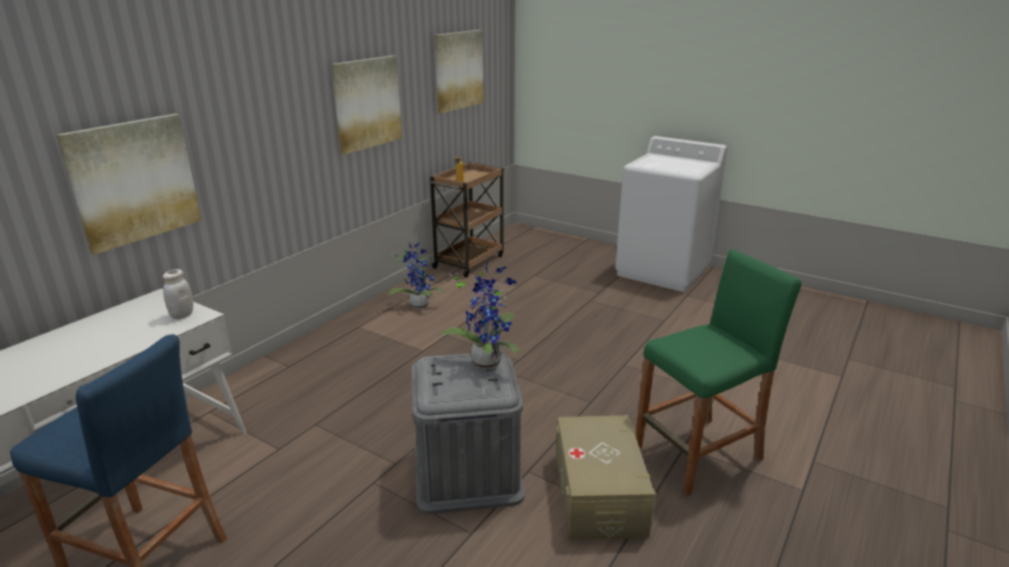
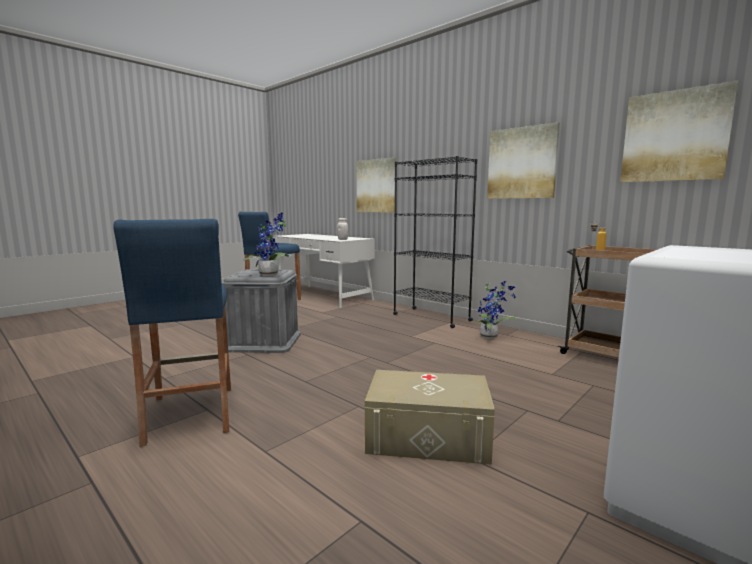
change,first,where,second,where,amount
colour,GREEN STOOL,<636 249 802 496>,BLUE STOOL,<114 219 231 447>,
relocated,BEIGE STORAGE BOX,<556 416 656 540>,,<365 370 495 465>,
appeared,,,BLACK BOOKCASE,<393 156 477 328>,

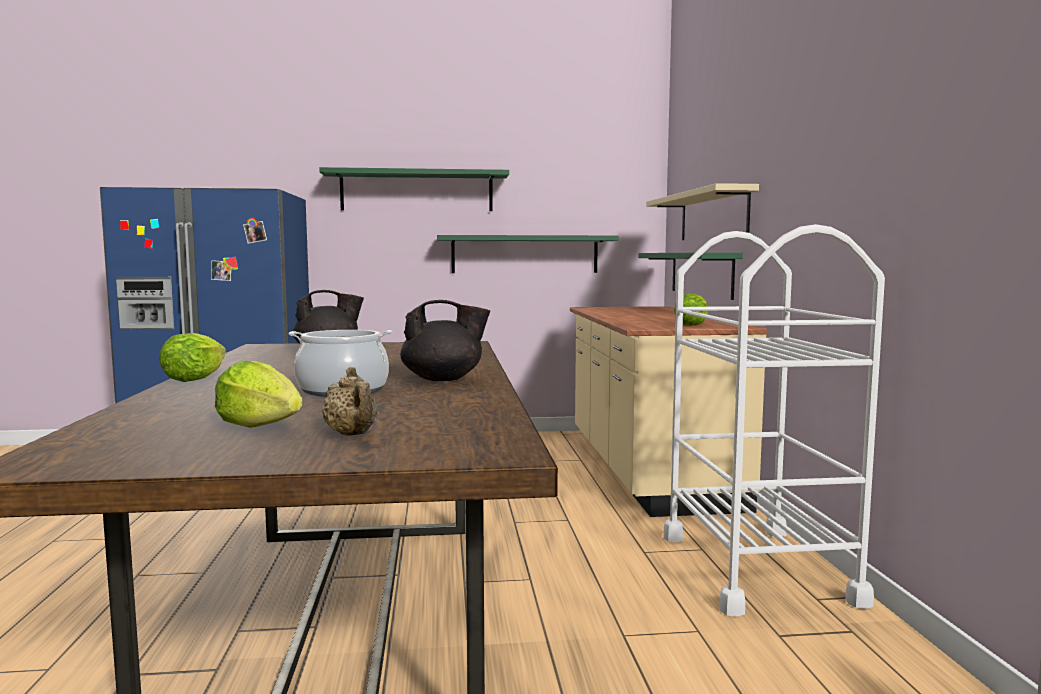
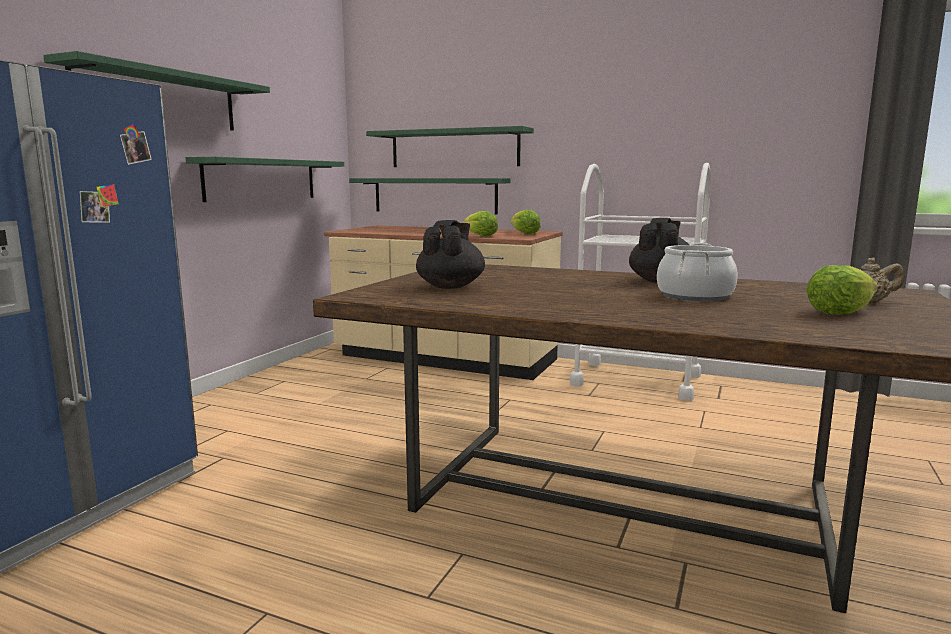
change,first,where,second,where,amount
colour,BEIGE SHELF,<646 183 759 240>,GREEN SHELF,<366 126 534 167>,
relocated,LETTUCE,<159 333 226 382>,,<463 211 498 237>,

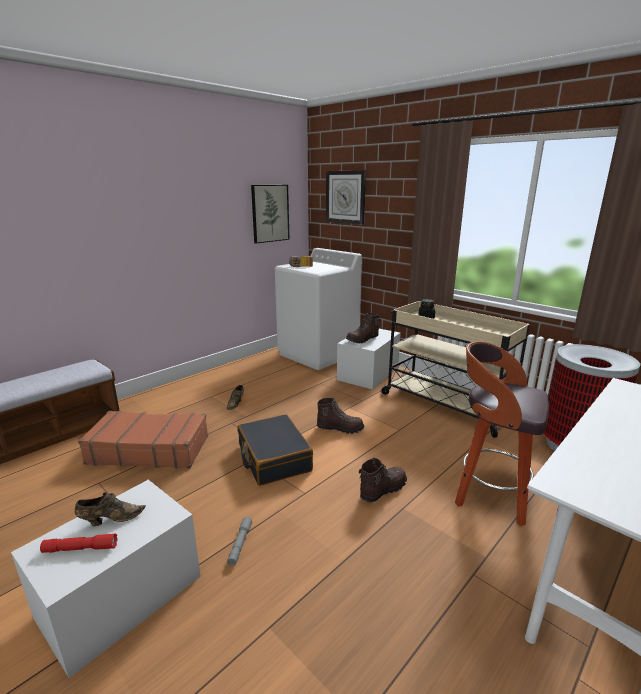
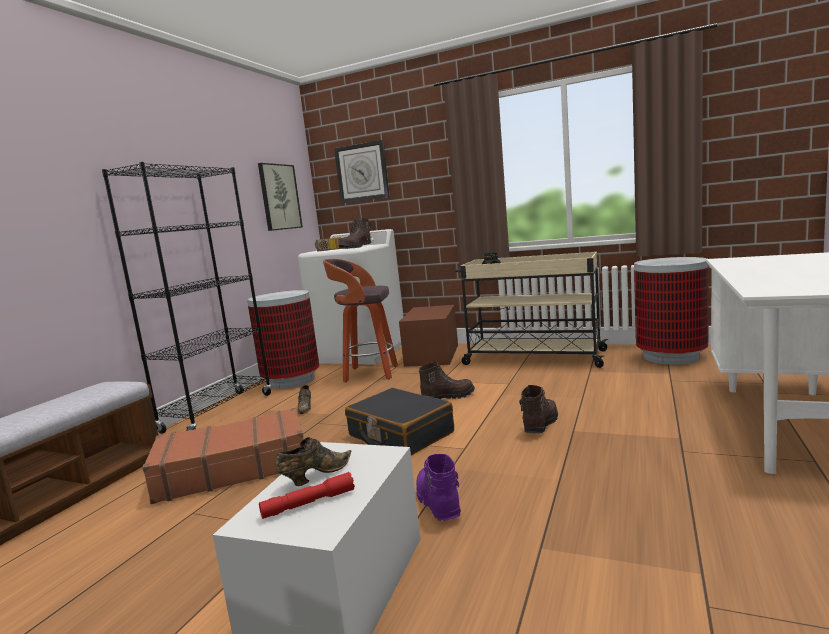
change,first,where,second,where,amount
relocated,BROWN BOOT,<346 313 381 344>,,<339 218 371 249>,
colour,WHITE STORAGE BOX,<337 329 401 390>,BROWN STORAGE BOX,<399 305 458 367>,
relocated,STOOL,<455 341 549 526>,,<323 259 398 382>,
exchanged,GREY FLASHLIGHT,<227 517 253 566>,PURPLE BOOT,<416 454 461 521>,
appeared,,,BLACK BOOKCASE,<102 162 271 434>,
appeared,,,TRASH CAN,<247 290 319 389>,

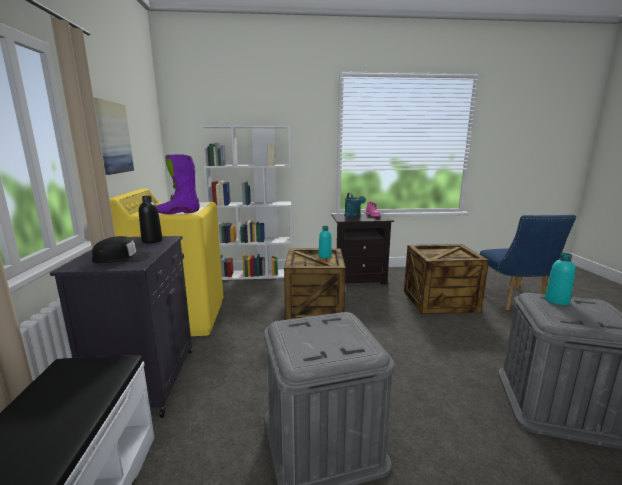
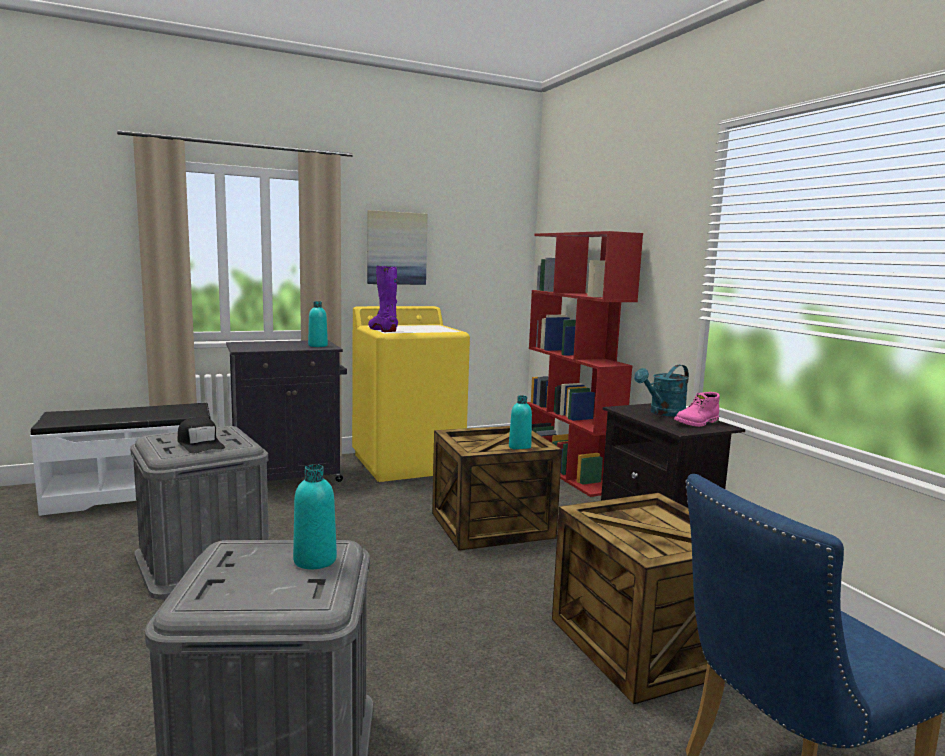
change,first,where,second,where,amount
colour,WHITE BOOKCASE,<200 125 292 280>,RED BOOKCASE,<527 231 643 497>,
colour,BLACK BOTTLE,<139 196 163 243>,TURQUOISE BOTTLE,<308 301 328 347>,
relocated,BLACK CAP,<92 236 151 263>,,<178 417 225 453>,

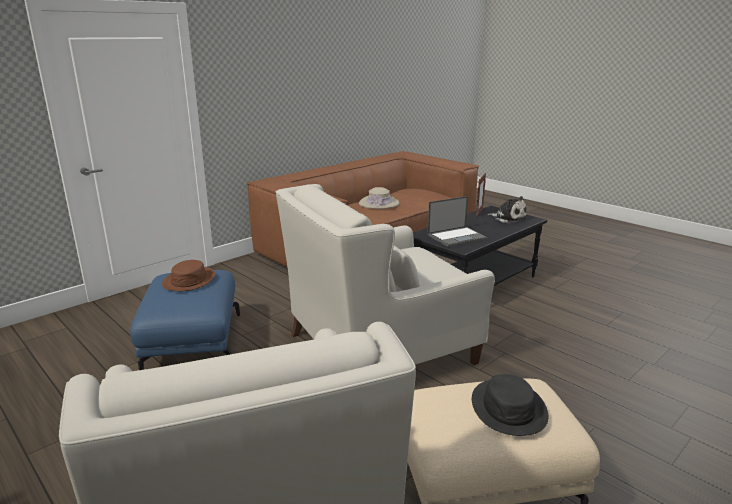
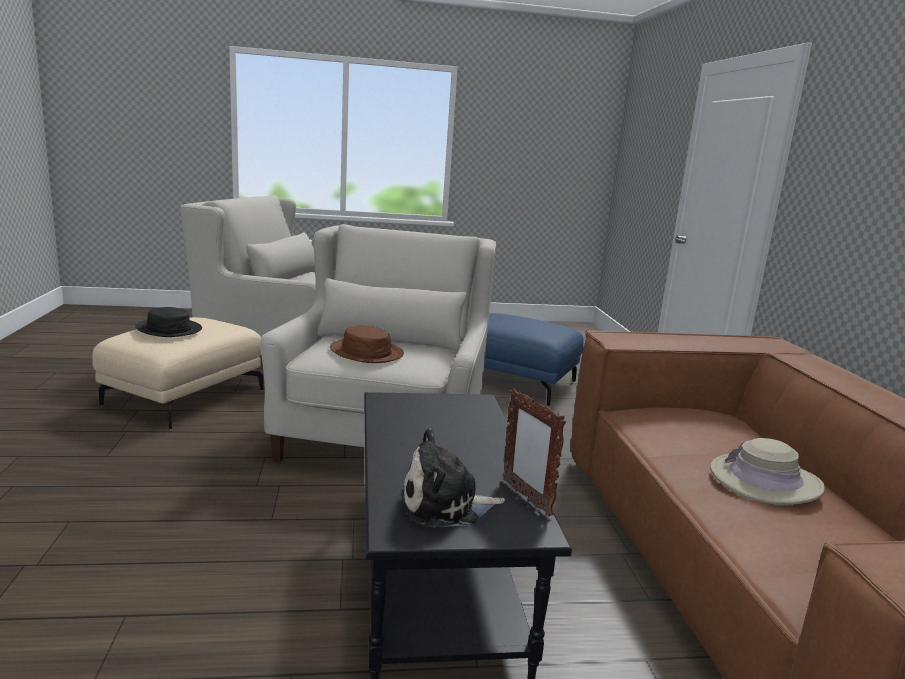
change,first,where,second,where,amount
missing,LAPTOP,<427 196 488 247>,,,
relocated,BROWN HAT,<162 260 215 291>,,<330 325 404 363>,

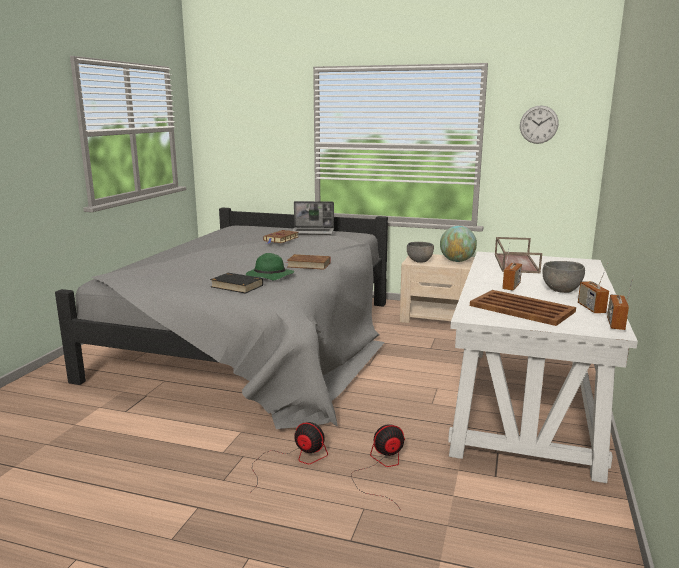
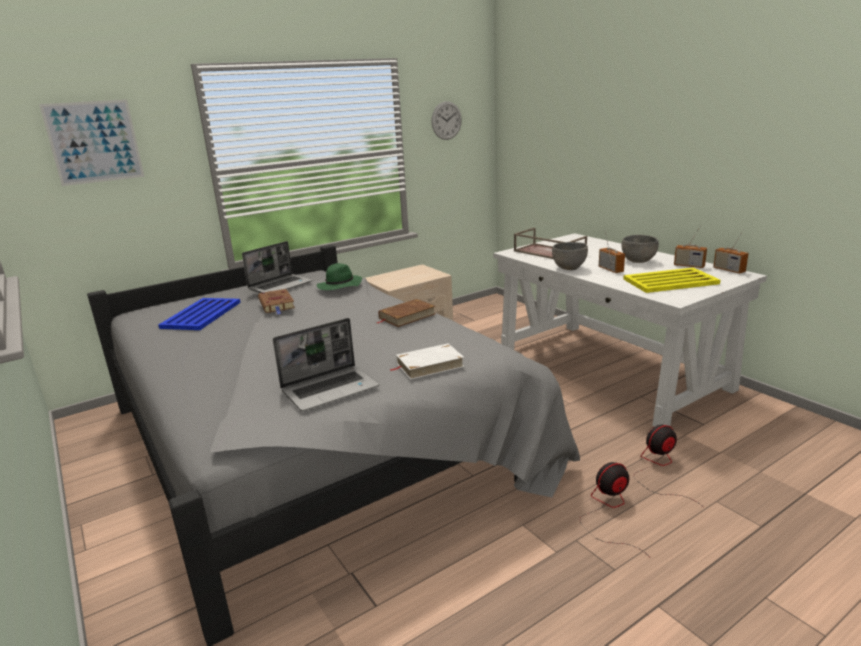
change,first,where,second,where,amount
missing,GLOBE,<440 226 477 262>,,,
relocated,GREY BOWL,<407 242 434 263>,,<552 242 588 270>,
relocated,GREEN HAT,<246 253 294 280>,,<317 263 362 290>,
colour,BLACK BOOK,<210 273 263 293>,WHITE BOOK,<389 343 465 380>,
colour,BROWN TRAY,<470 290 576 326>,YELLOW TRAY,<623 267 721 293>,
spun,FAN,<351 424 405 509>,,<634 425 704 507>,45 degrees clockwise
appeared,,,PICTURE,<39 100 144 186>,
appeared,,,BLUE TRAY,<159 298 241 330>,
appeared,,,LAPTOP,<273 318 379 411>,

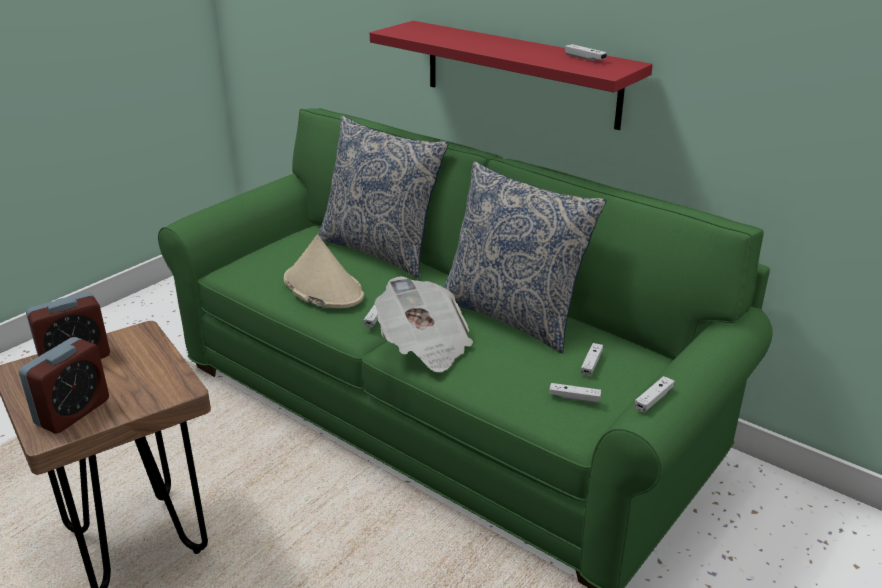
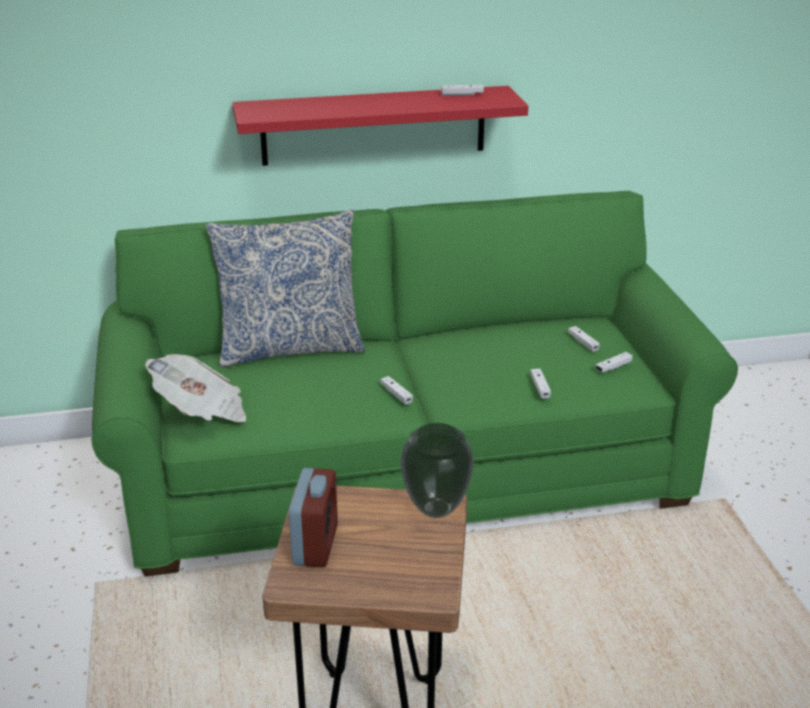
change,first,where,second,where,amount
missing,PILLOW,<444 162 606 353>,,,
missing,BEIGE HAT,<284 235 364 308>,,,
relocated,NEWSPAPER,<375 276 473 373>,,<145 354 247 422>,
missing,ALARM CLOCK,<19 337 109 434>,,,
relocated,WHITE GAME CONTROLLER,<634 376 675 413>,,<530 369 551 399>,
appeared,,,VASE,<400 423 474 518>,

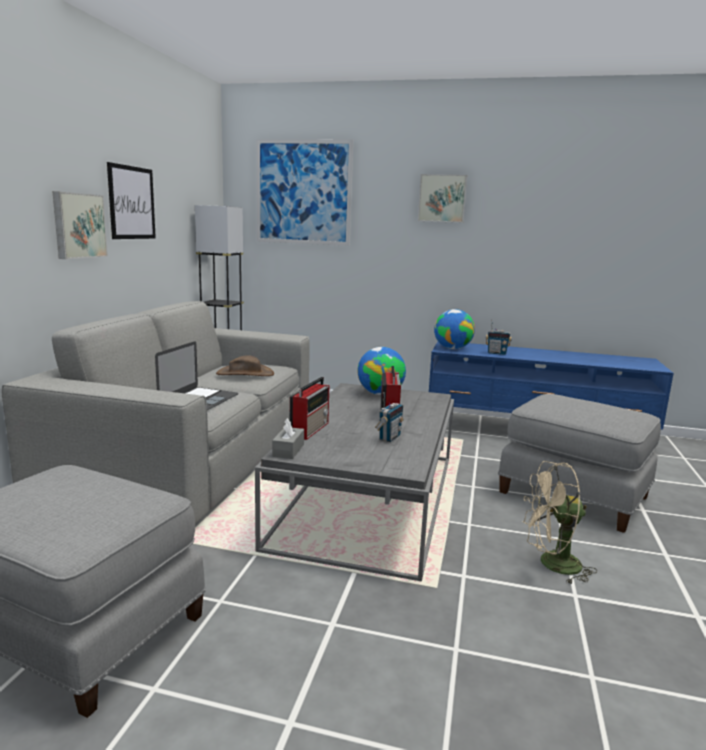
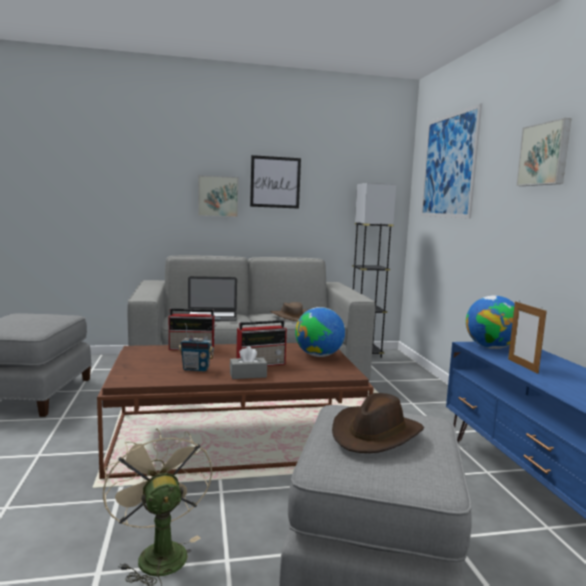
change,first,where,second,where,amount
exchanged,RADIO,<486 319 512 355>,PICTURE FRAME,<508 301 547 374>,
colour,GREY COFFEE TABLE,<255 383 454 582>,BROWN COFFEE TABLE,<97 343 374 479>,
relocated,GREY TISSUE BOX,<272 418 304 459>,,<230 346 267 379>,
appeared,,,BROWN HAT,<332 393 424 453>,

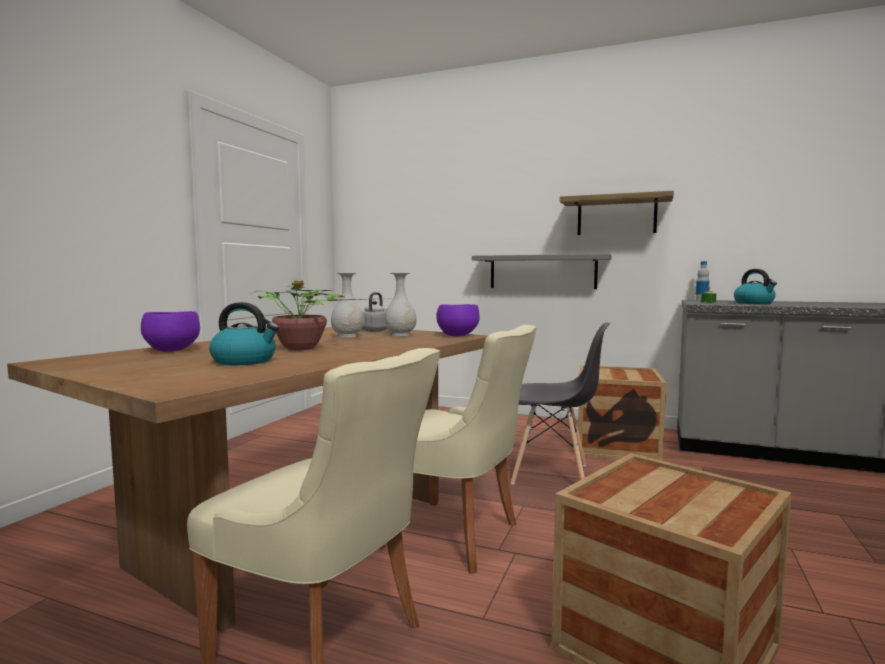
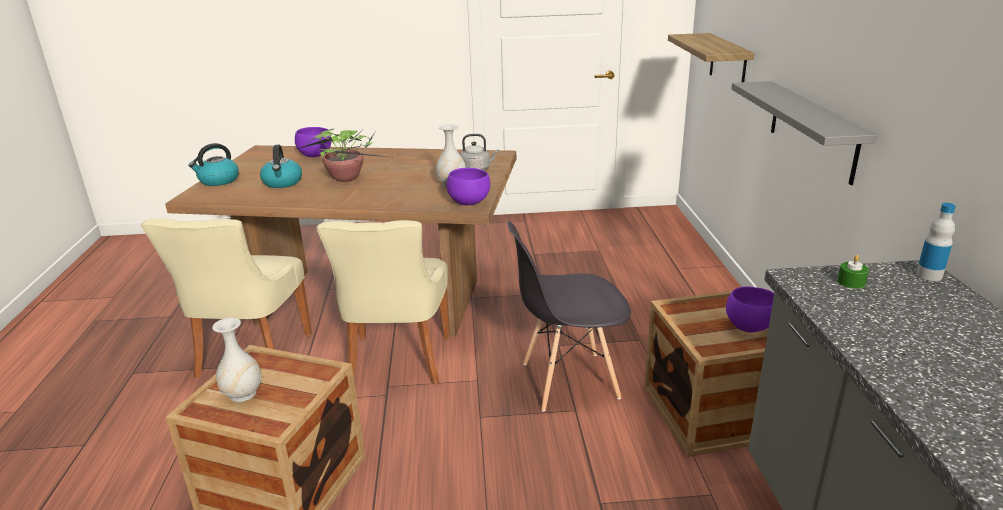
change,first,where,second,where,amount
relocated,SHELF,<560 191 674 235>,,<668 33 755 82>,
relocated,KETTLE,<734 269 777 304>,,<188 143 239 186>,
relocated,WHITE VASE,<331 272 364 338>,,<212 318 262 402>,
spun,GREY CHAIR,<511 322 610 484>,,<507 221 631 412>,90 degrees clockwise
appeared,,,PURPLE BOWL,<726 286 774 332>,

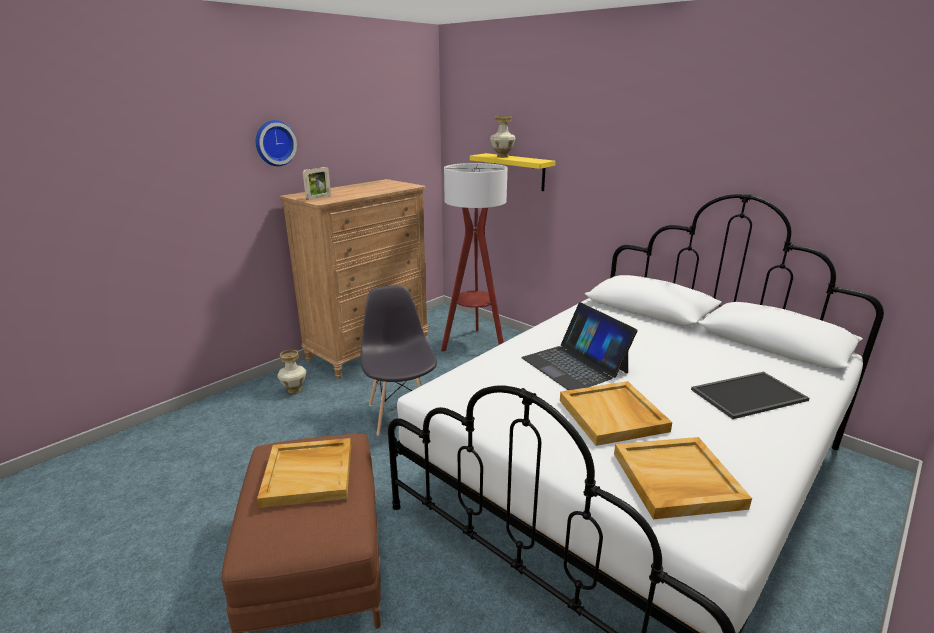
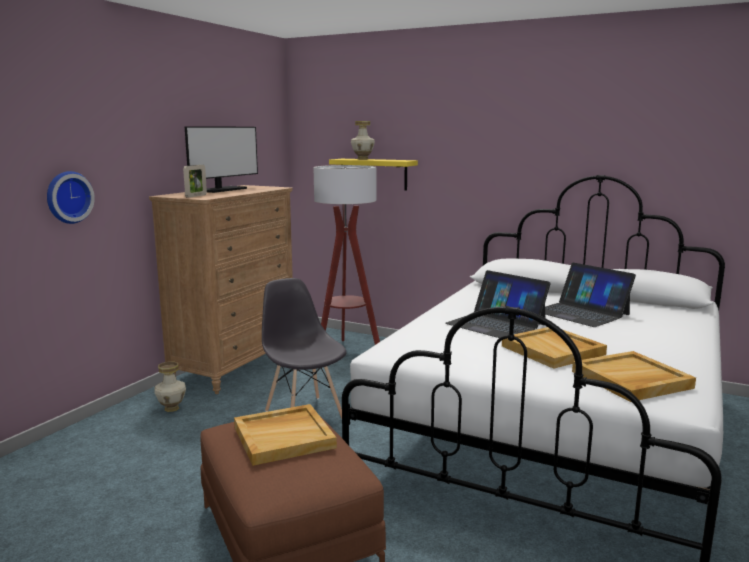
change,first,where,second,where,amount
relocated,WALL CLOCK,<256 120 297 166>,,<47 171 95 224>,
missing,TRAY,<691 372 810 419>,,,
appeared,,,MONITOR,<184 126 258 193>,
appeared,,,LAPTOP,<545 263 636 327>,

